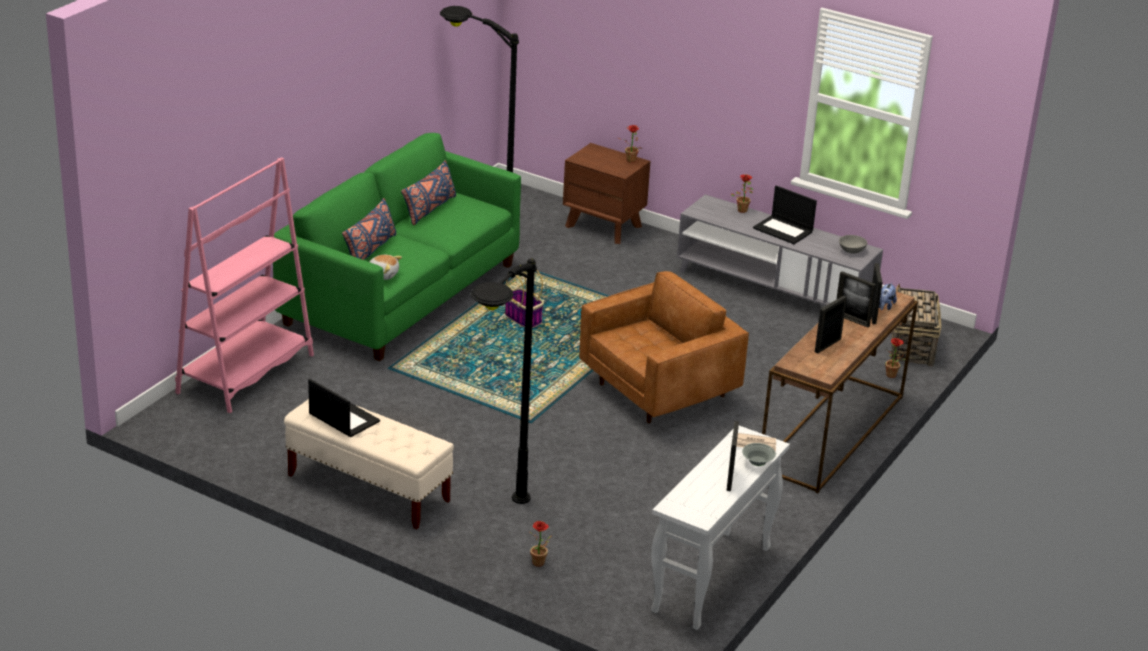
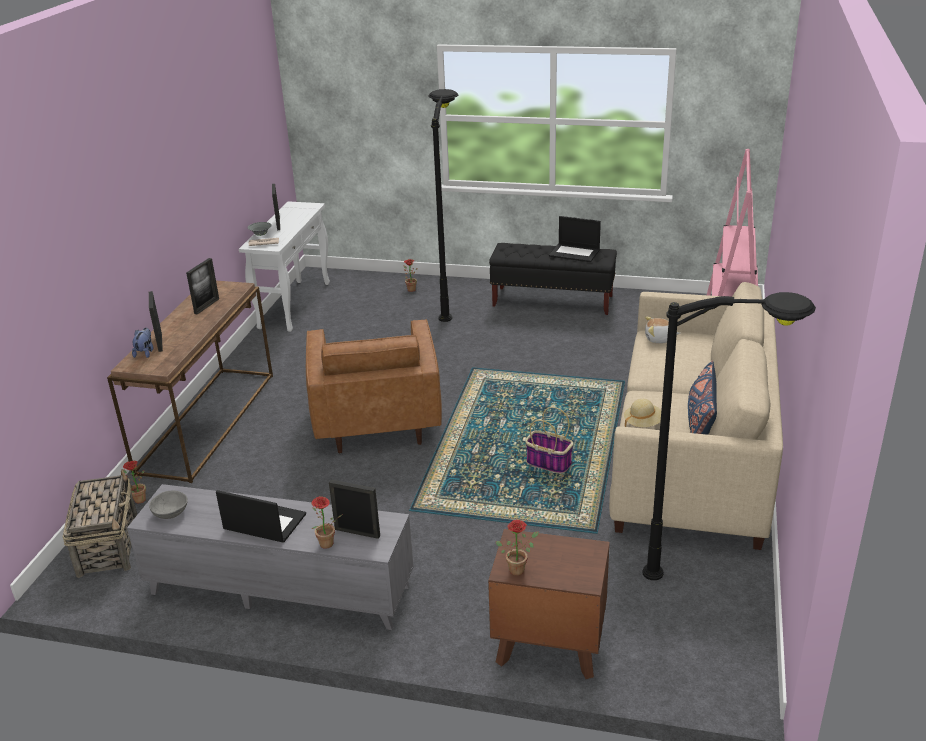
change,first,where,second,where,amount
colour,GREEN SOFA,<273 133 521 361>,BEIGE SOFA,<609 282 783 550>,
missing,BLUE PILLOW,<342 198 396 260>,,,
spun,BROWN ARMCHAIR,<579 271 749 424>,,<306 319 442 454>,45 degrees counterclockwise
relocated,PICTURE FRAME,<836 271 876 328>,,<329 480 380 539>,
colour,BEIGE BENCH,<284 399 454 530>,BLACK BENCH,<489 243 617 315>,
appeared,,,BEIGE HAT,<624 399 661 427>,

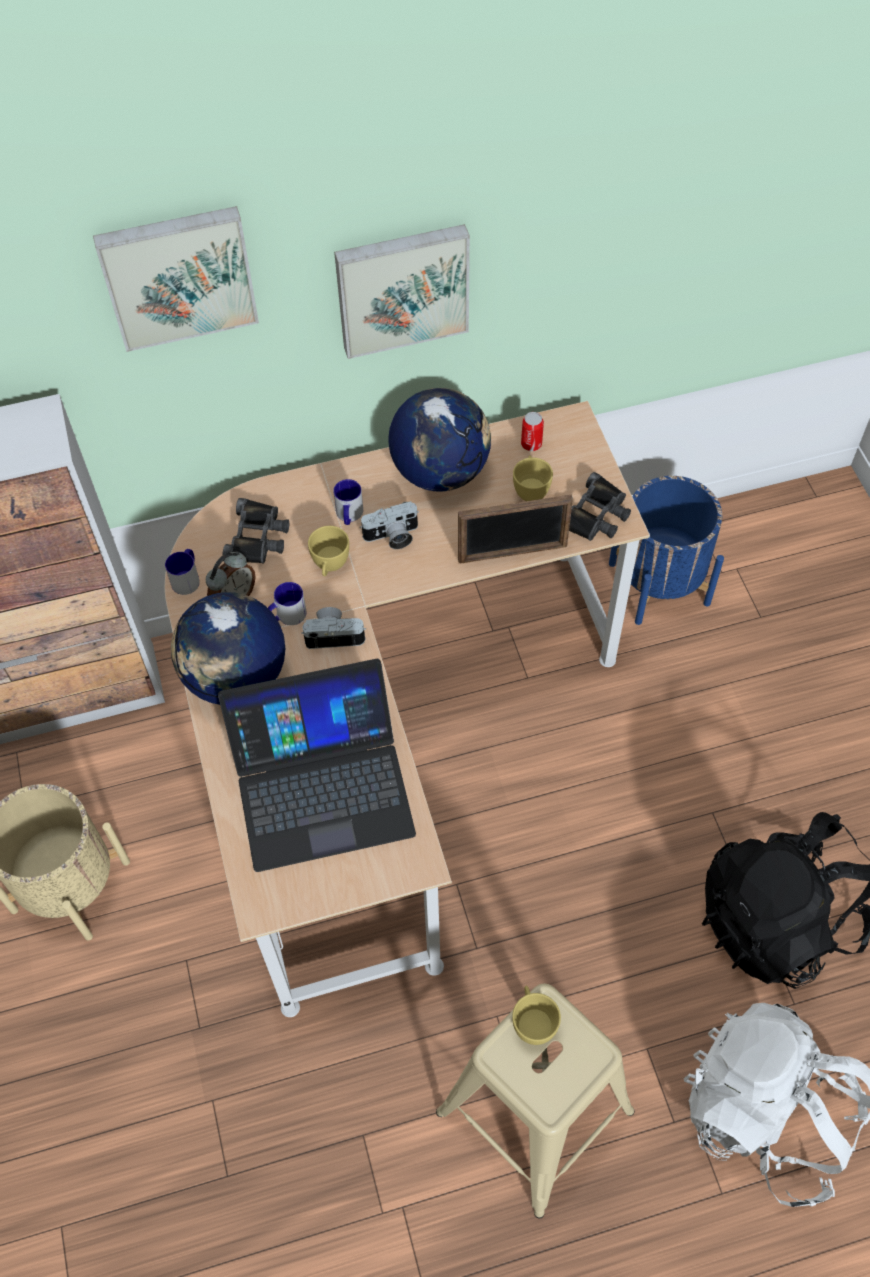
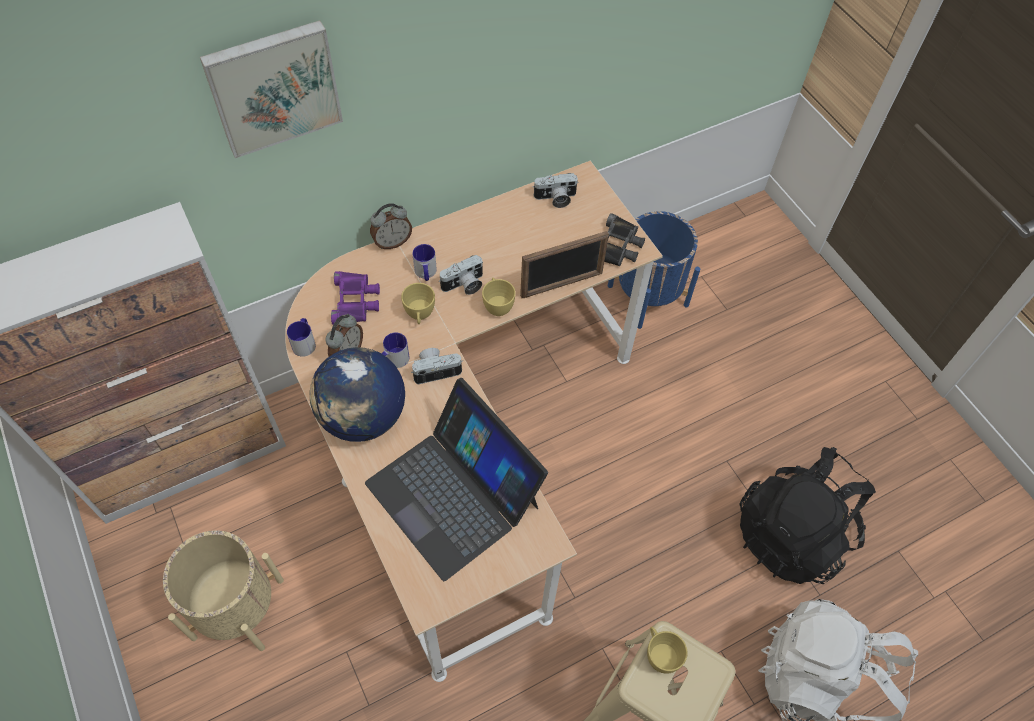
change,first,where,second,where,amount
missing,PICTURE,<334 224 470 359>,,,
missing,GLOBE,<388 388 491 492>,,,
exchanged,CAN,<521 412 544 451>,PHOTO CAMERA,<533 173 579 208>,
relocated,YELLOW CUP,<513 456 553 501>,,<482 278 516 316>,
colour,BLACK BINOCULARS,<222 498 289 564>,PURPLE BINOCULARS,<331 271 380 324>,
spun,LAPTOP,<218 659 416 872>,,<365 378 548 581>,75 degrees clockwise
appeared,,,ALARM CLOCK,<370 203 412 249>,

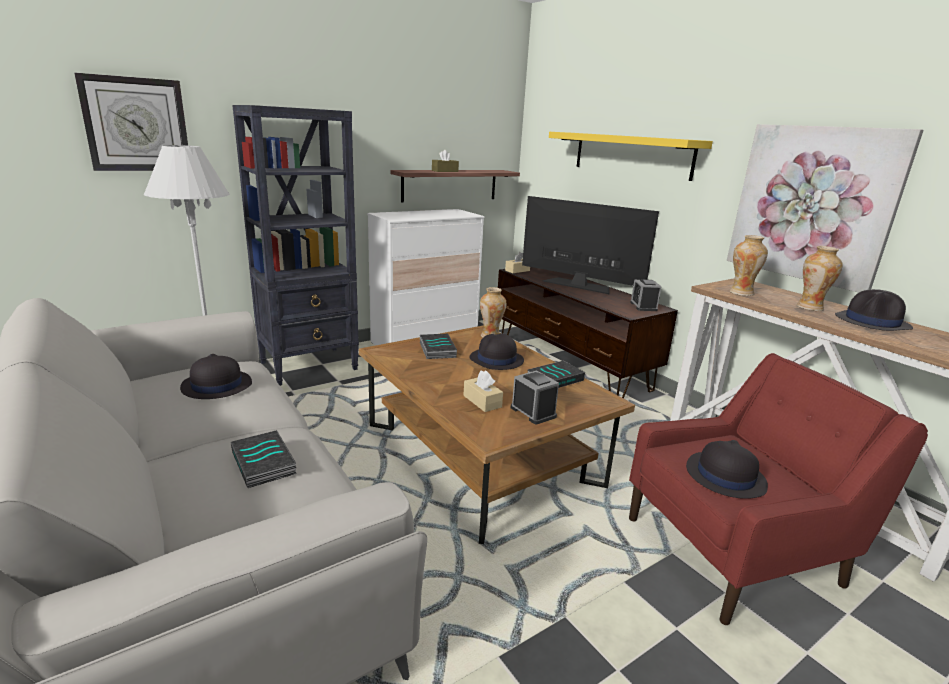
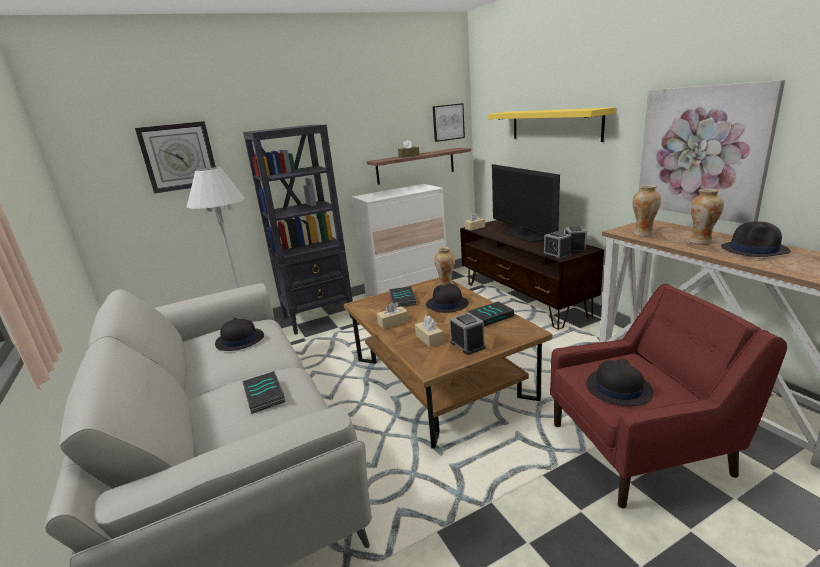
change,first,where,second,where,amount
spun,TELEVISION,<522 196 659 294>,,<492 164 560 242>,150 degrees counterclockwise
appeared,,,PICTURE,<432 103 465 142>,
appeared,,,ALARM CLOCK,<543 232 571 260>,
appeared,,,BEIGE TISSUE BOX,<377 302 409 329>,

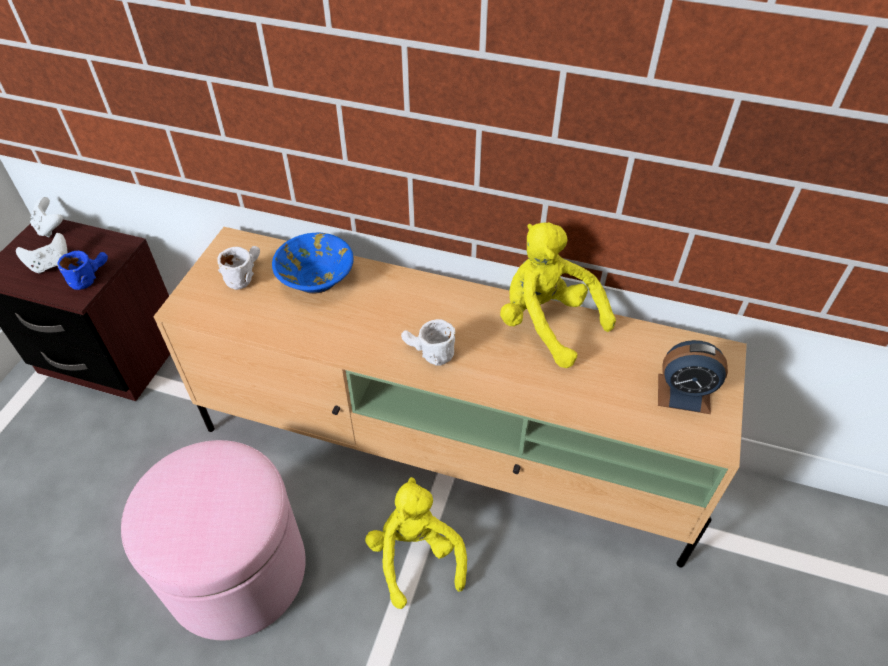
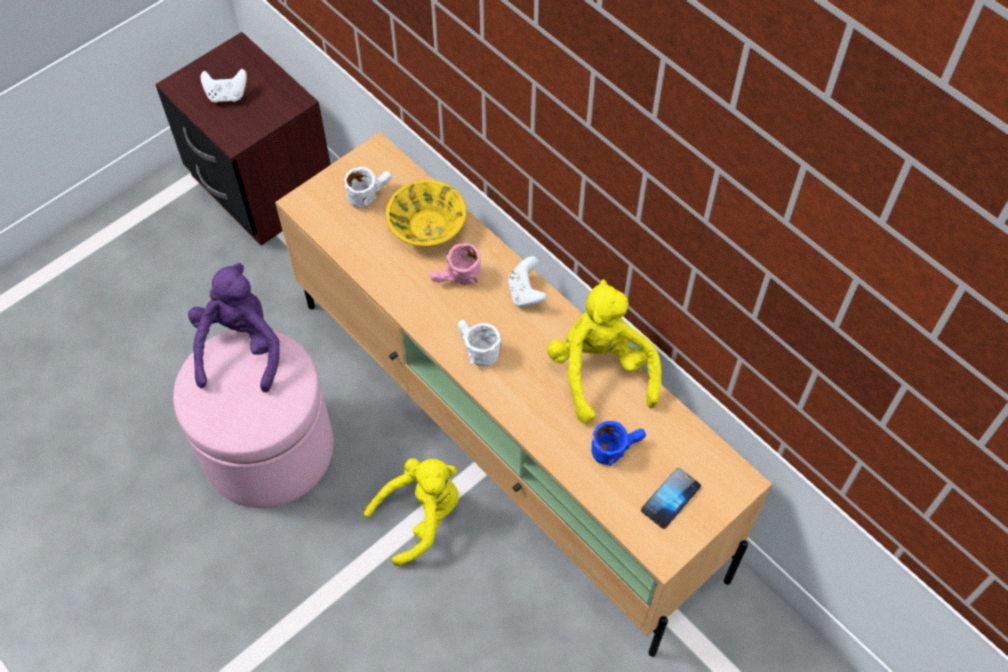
change,first,where,second,where,amount
relocated,WHITE GAME CONTROLLER,<30 197 63 238>,,<508 256 547 307>,
colour,BLUE BOWL,<272 233 354 294>,YELLOW BOWL,<386 180 467 247>,
relocated,BLUE MUG,<57 251 108 290>,,<591 421 646 466>,
exchanged,ALARM CLOCK,<658 340 728 414>,PHONE,<641 468 701 529>,
spun,YELLOW PLUSH TOY,<365 477 467 609>,,<364 458 459 566>,45 degrees clockwise
appeared,,,PINK MUG,<430 243 481 285>,
appeared,,,PURPLE PLUSH TOY,<188 263 280 393>,

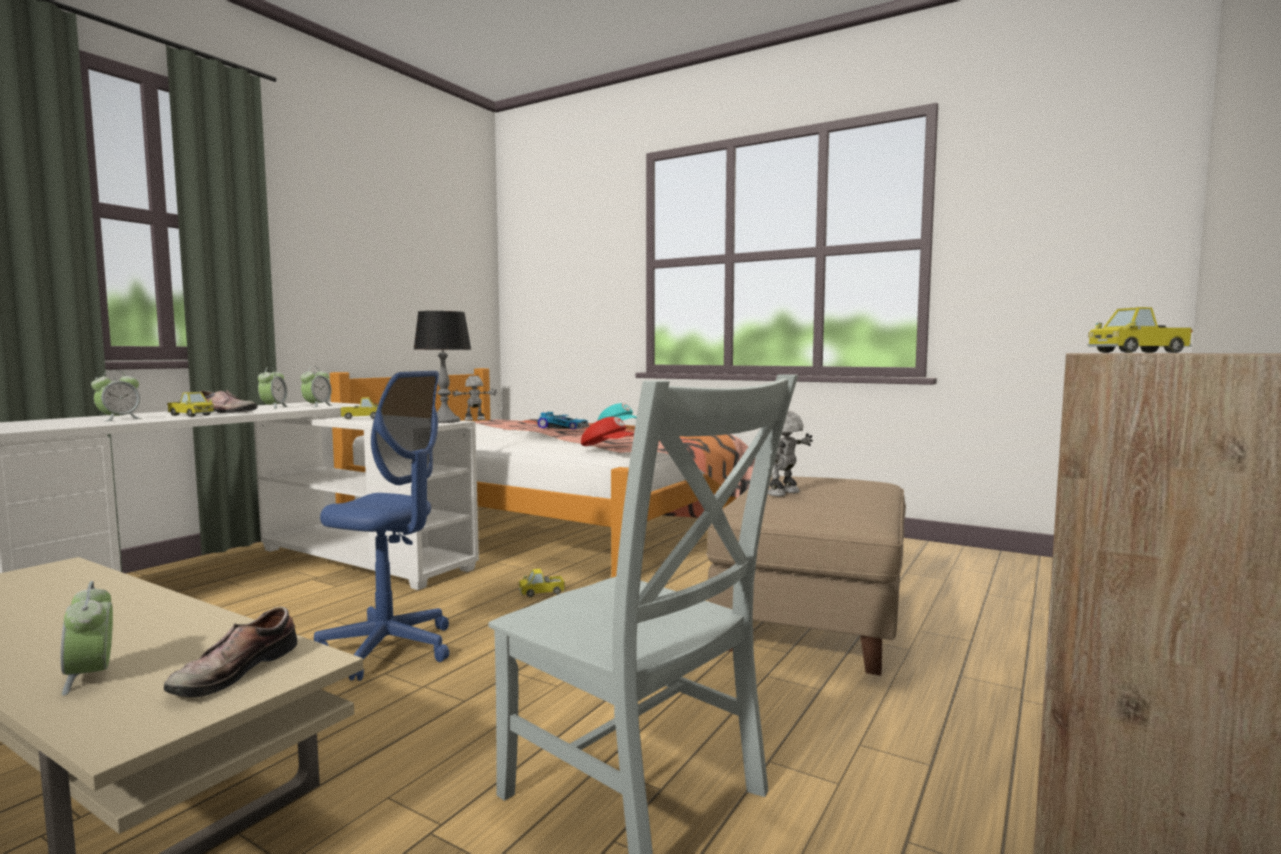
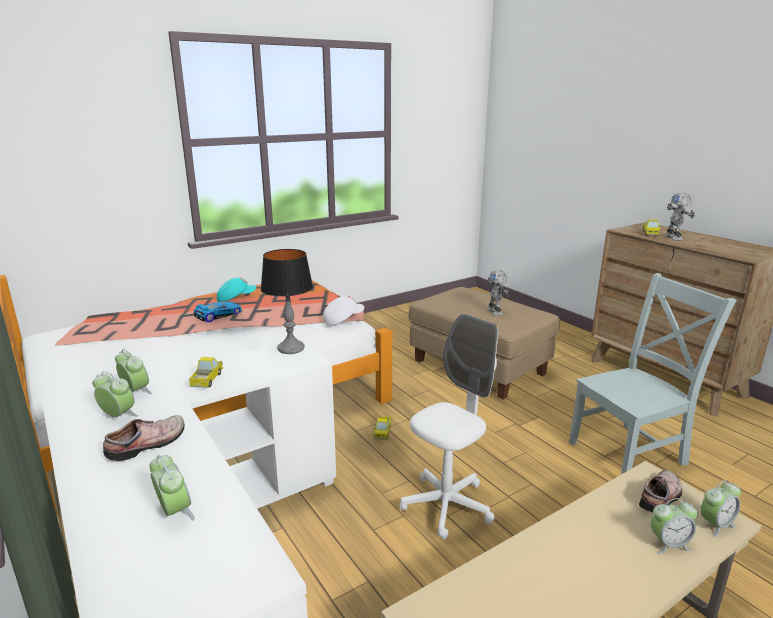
change,first,where,second,where,amount
colour,BLUE OFFICE CHAIR,<314 371 449 681>,WHITE OFFICE CHAIR,<400 314 498 540>,
relocated,TOY ROBOT,<452 376 497 421>,,<664 193 695 241>,
missing,TOY TRUCK,<167 392 214 417>,,,
colour,RED CAP,<581 417 634 446>,WHITE CAP,<323 296 364 325>,
spun,SHOE,<164 607 297 697>,,<639 470 682 512>,90 degrees counterclockwise
appeared,,,ALARM CLOCK,<701 480 741 537>,

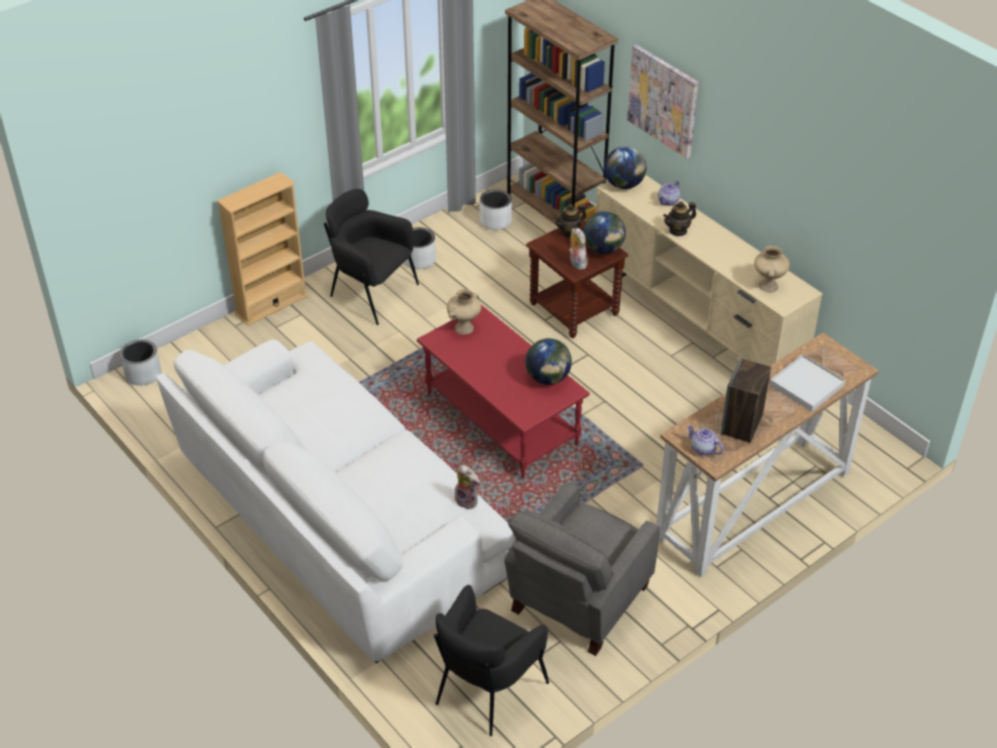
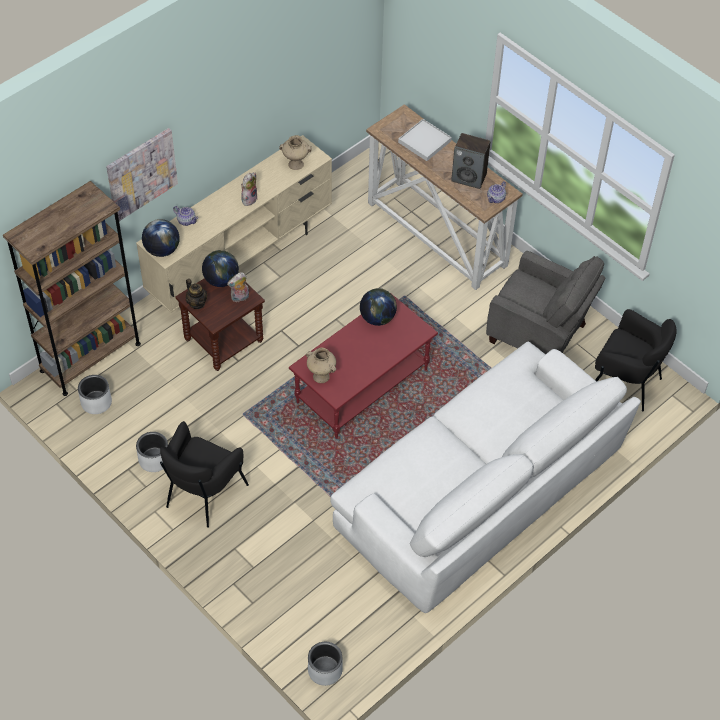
change,first,where,second,where,amount
missing,BEIGE BOOKCASE,<217 172 308 326>,,,
missing,TEAPOT,<663 201 696 236>,,,
relocated,PLUSH TOY,<455 465 480 510>,,<241 172 258 206>,

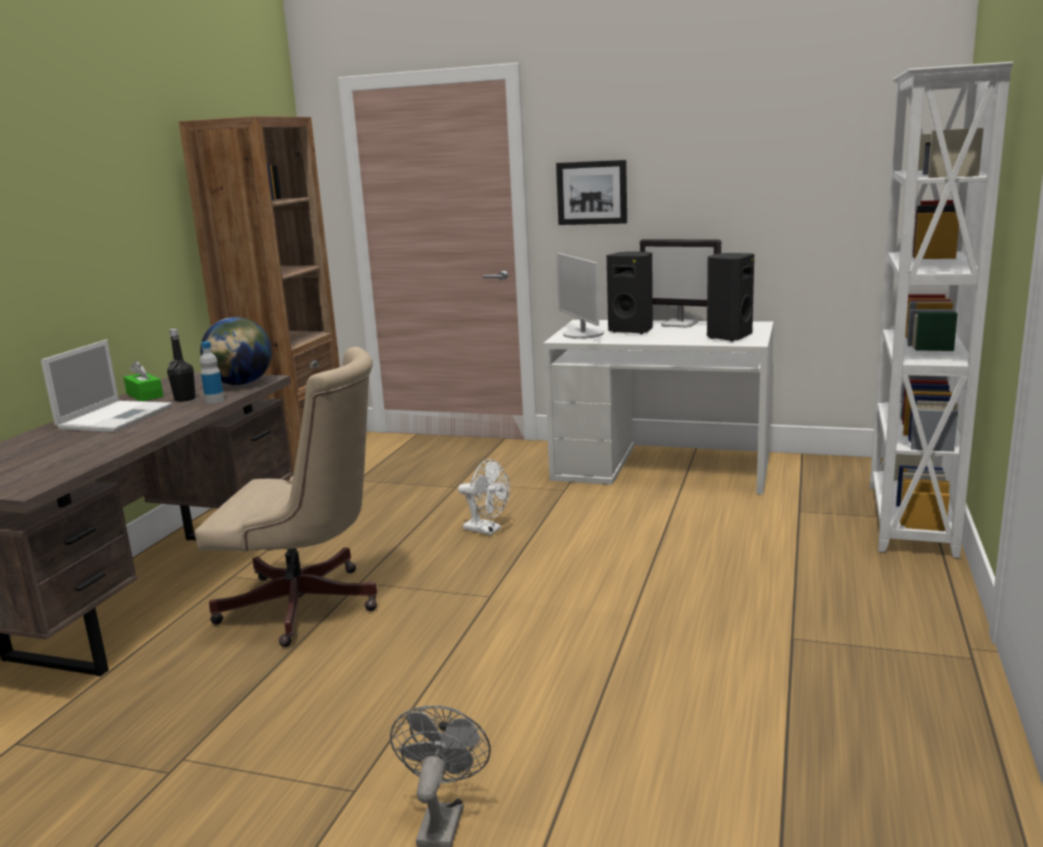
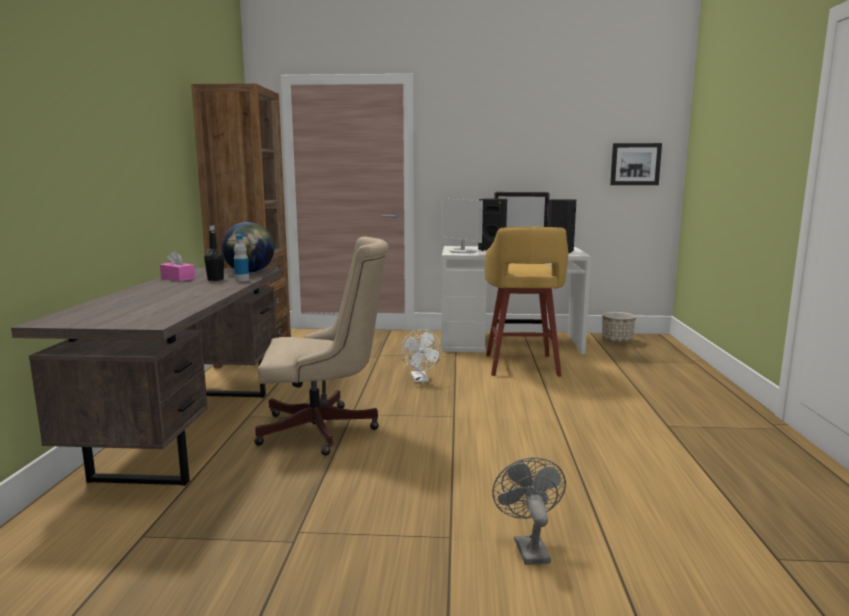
change,first,where,second,where,amount
missing,WHITE BOOKCASE,<870 62 1013 558>,,,
relocated,PICTURE,<556 160 627 225>,,<610 143 662 185>,
missing,LAPTOP,<41 339 172 432>,,,
colour,GREEN TISSUE BOX,<123 361 164 401>,PINK TISSUE BOX,<160 251 195 281>,
spun,WHITE FAN,<458 459 510 535>,,<401 329 442 382>,60 degrees clockwise
appeared,,,YELLOW STOOL,<485 227 568 376>,
appeared,,,PLANTER,<602 312 636 344>,

